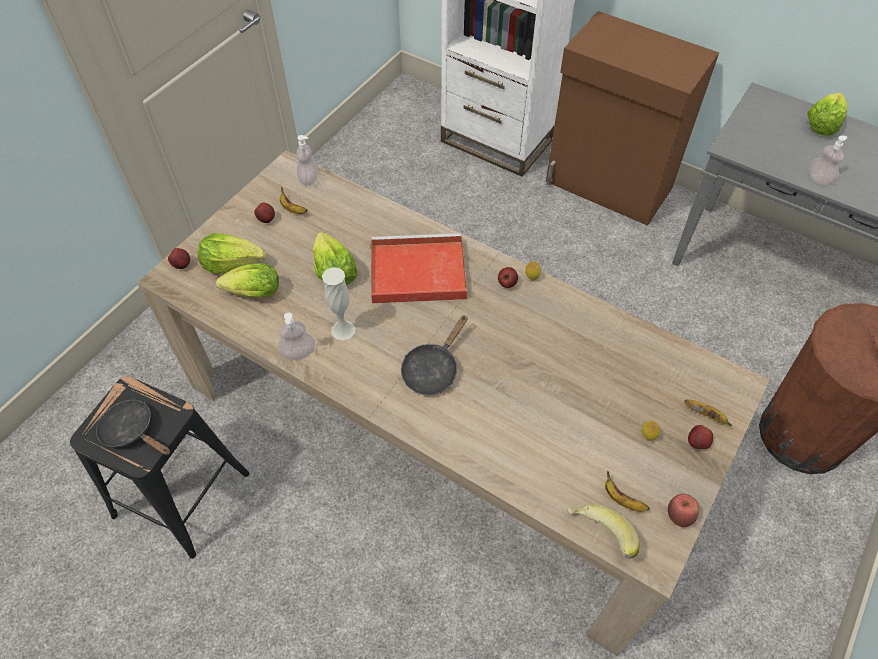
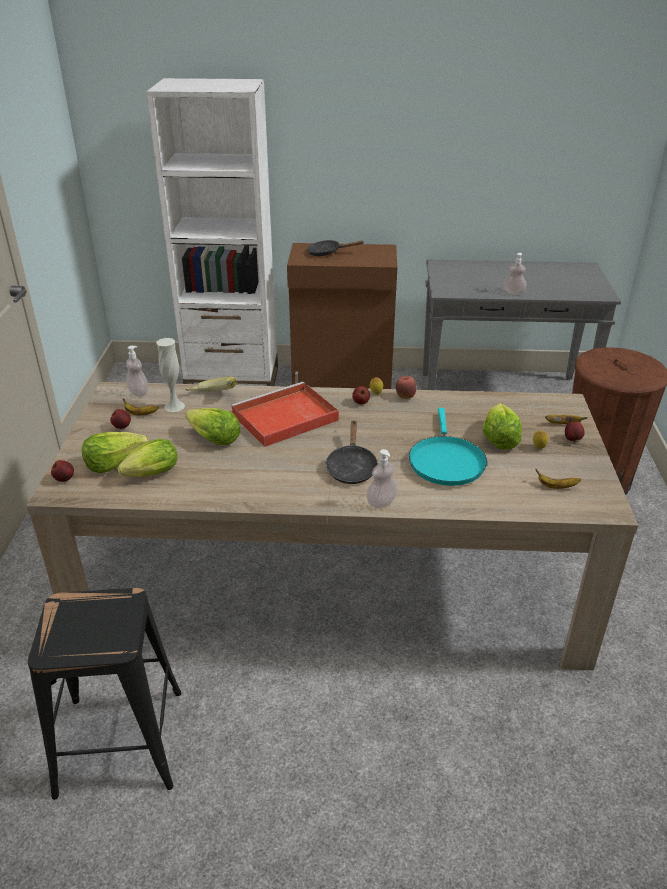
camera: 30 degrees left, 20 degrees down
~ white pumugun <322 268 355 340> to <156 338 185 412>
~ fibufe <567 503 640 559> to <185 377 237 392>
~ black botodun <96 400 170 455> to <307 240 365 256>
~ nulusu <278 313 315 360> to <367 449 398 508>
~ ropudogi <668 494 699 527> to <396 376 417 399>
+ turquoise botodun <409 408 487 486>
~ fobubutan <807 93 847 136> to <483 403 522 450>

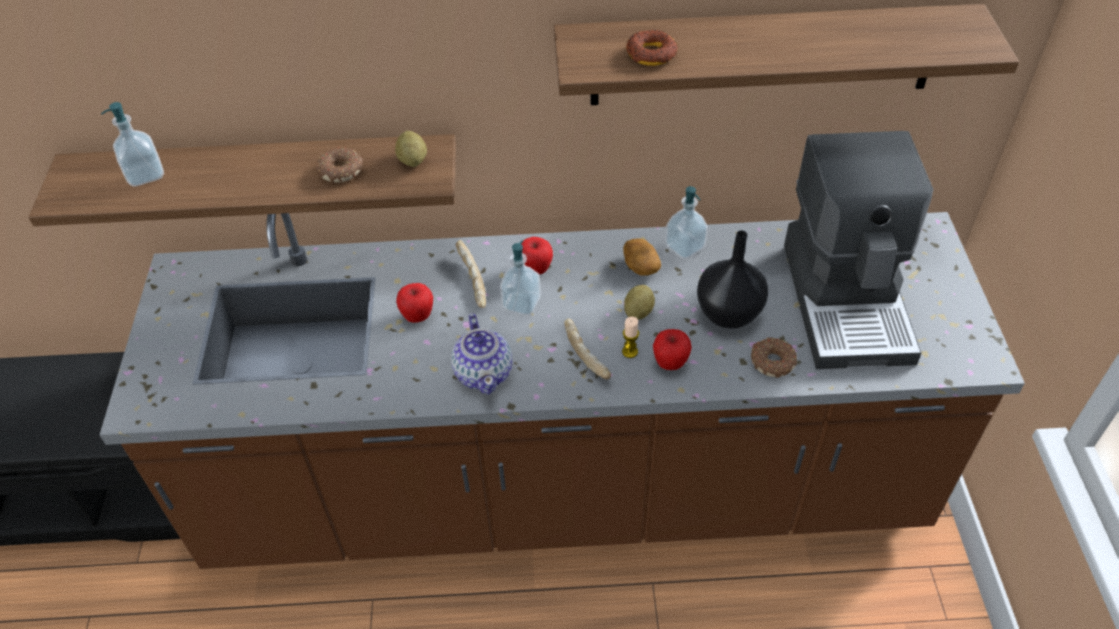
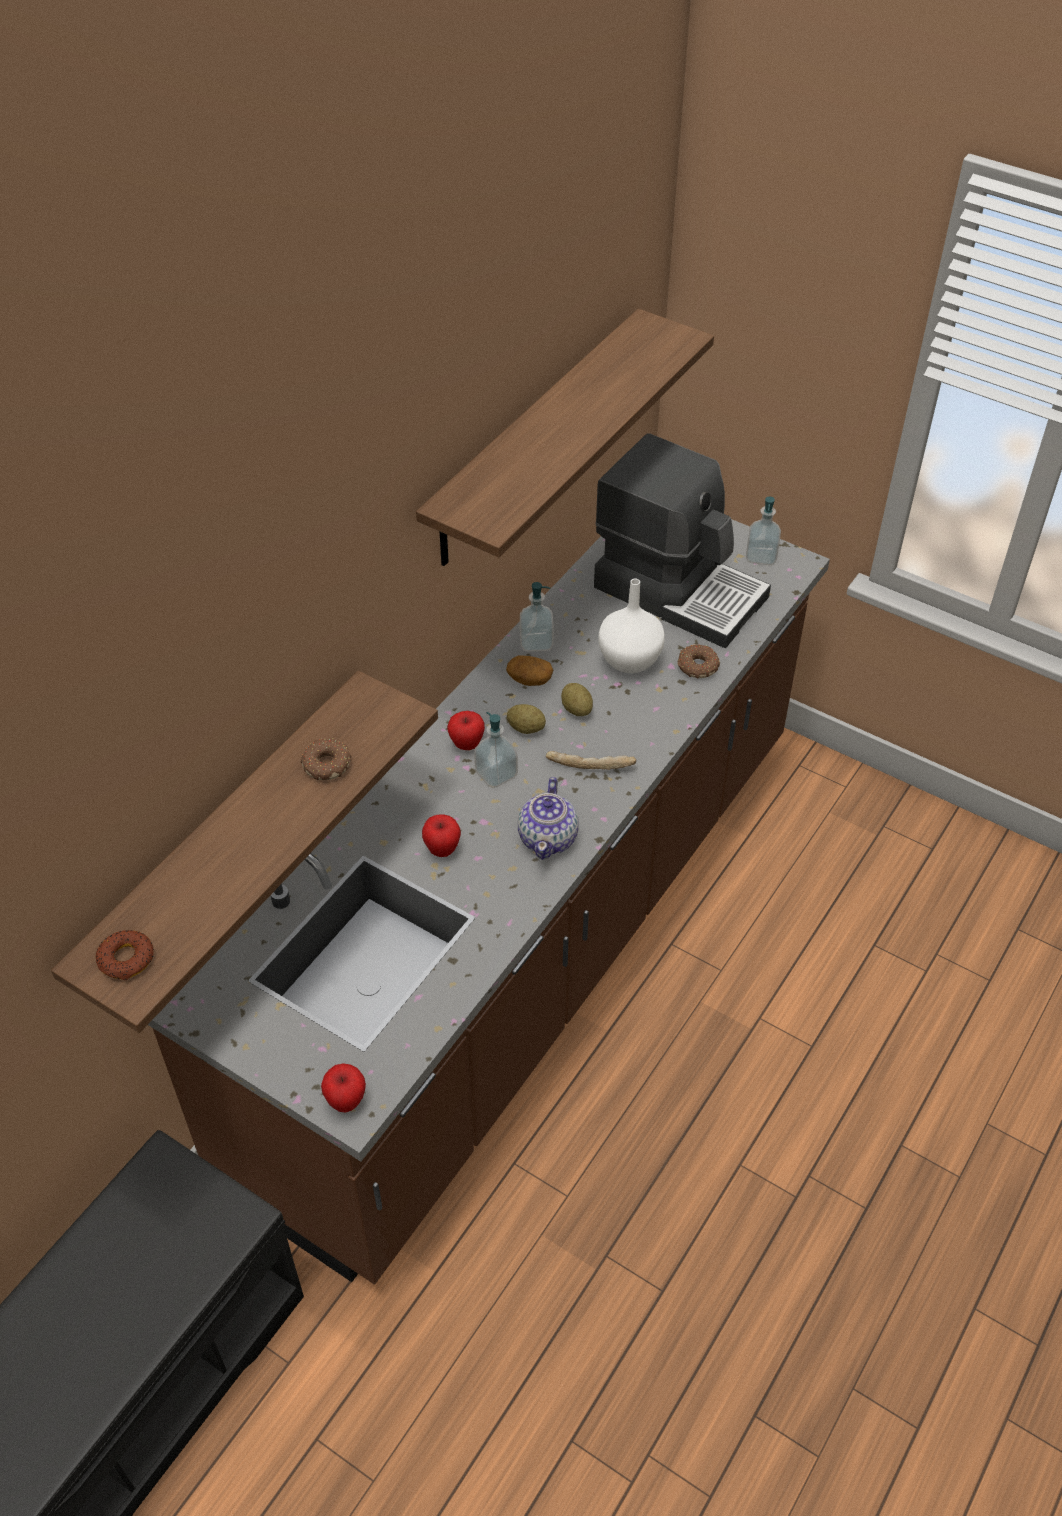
camera: 55 degrees left, 0 degrees up
~ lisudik <626 30 678 66> to <96 930 154 980>
~ ropudogi <653 329 692 370> to <321 1063 366 1113>
~ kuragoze <395 131 427 167> to <507 704 546 734>
~ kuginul <451 314 512 395> = <518 777 578 860> 75 degrees clockwise
~ black pumugun <697 230 768 329> to white pumugun <598 578 665 673>
~ nulusu <101 102 164 187> to <746 497 781 565>
- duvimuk <456 240 486 308>
- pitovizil <622 317 639 358>

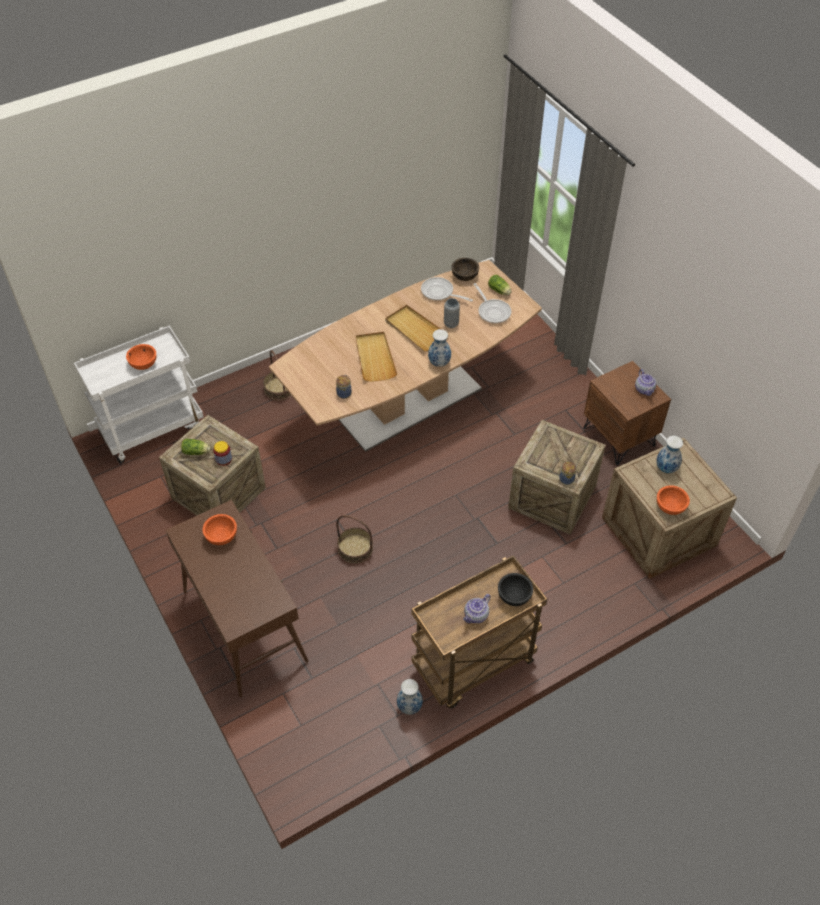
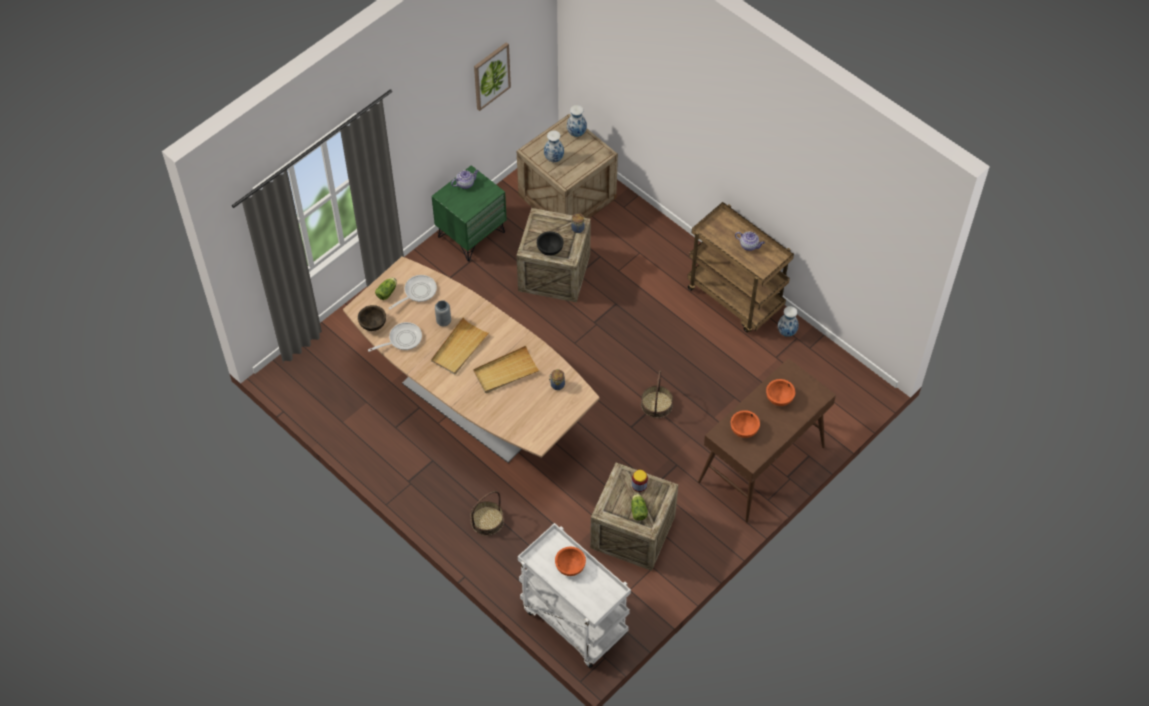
camera: 105 degrees left, 5 degrees up
~ botodun <421 277 473 302> = <368 322 422 352> 135 degrees counterclockwise
~ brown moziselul <583 361 671 465> to green moziselul <432 165 507 262>
+ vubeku <474 42 511 111>
~ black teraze <498 573 533 606> to <537 231 564 256>
~ pumugun <428 329 451 367> to <567 105 587 137>
~ orange teraze <657 485 690 515> to <766 379 795 406>

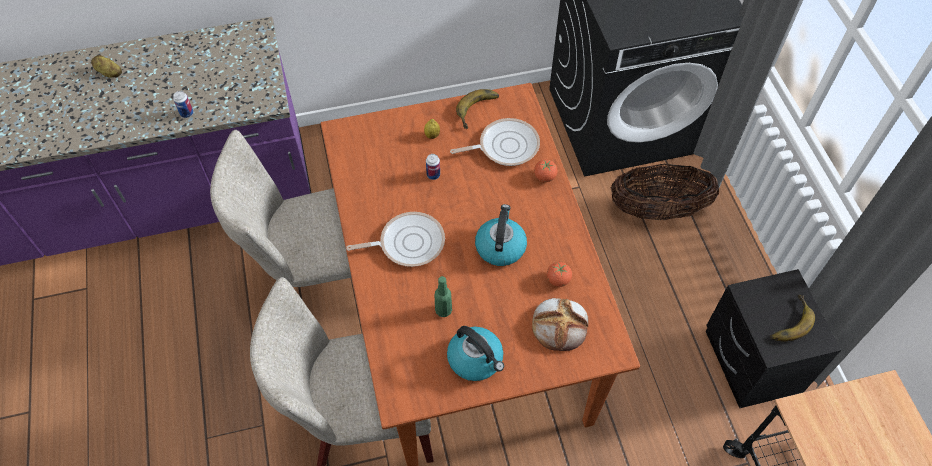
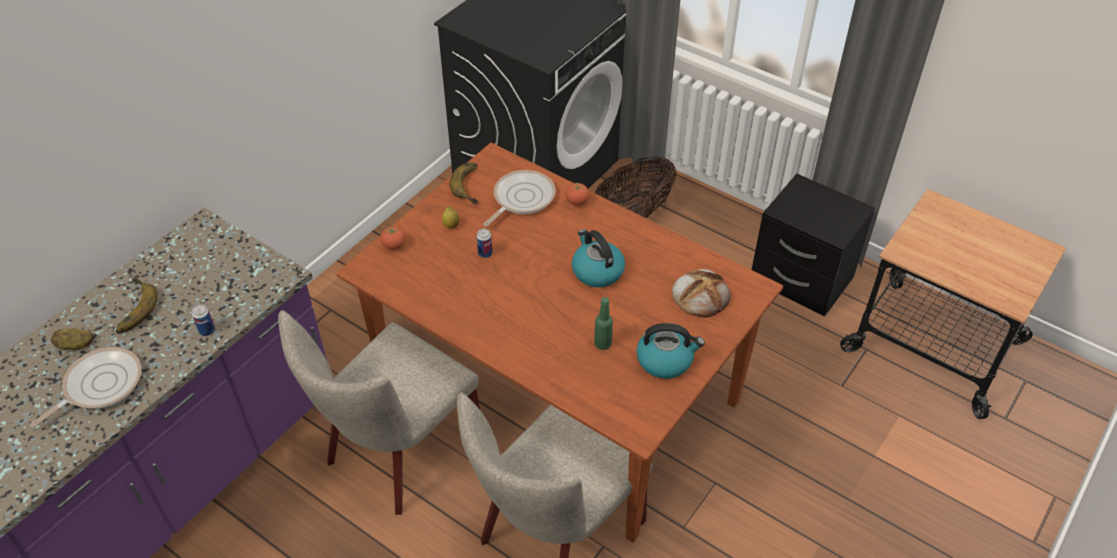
camera: 40 degrees left, 10 degrees down
~ botodun <346 212 445 267> to <31 347 142 427>
~ fibufe <770 295 815 341> to <115 277 158 334>
~ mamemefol <547 262 572 287> to <381 226 406 250>

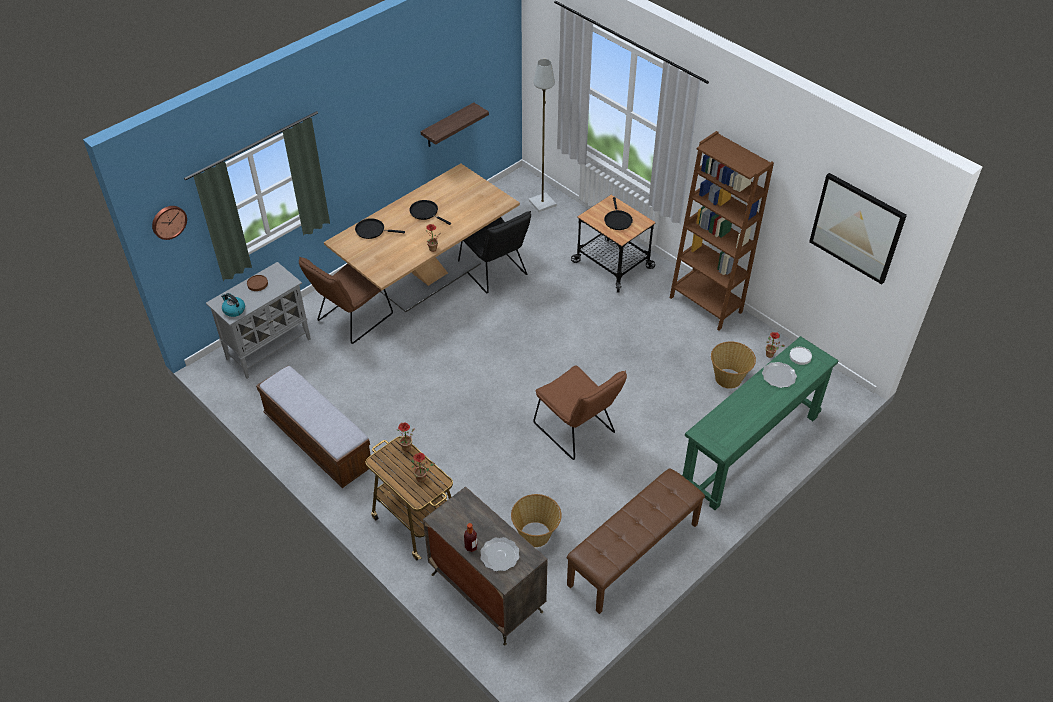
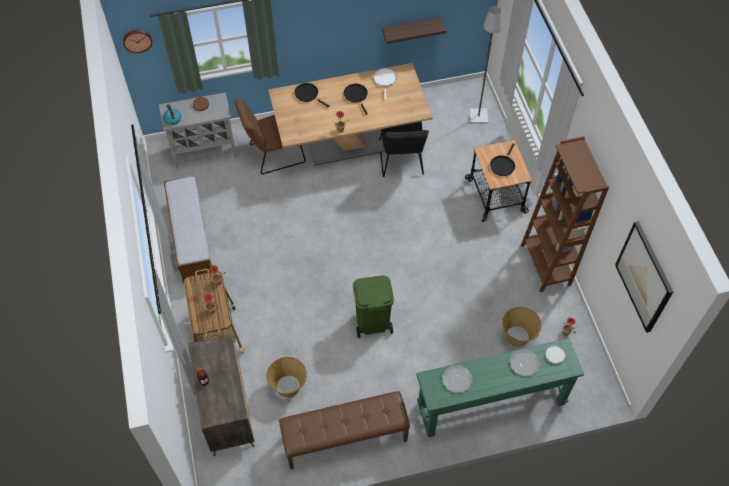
camera: 30 degrees right, 10 degrees up
~ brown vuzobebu <533 365 627 460> to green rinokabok <353 275 394 338>
+ white botodun <373 68 397 100>
~ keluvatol <480 537 520 571> to <442 365 473 393>

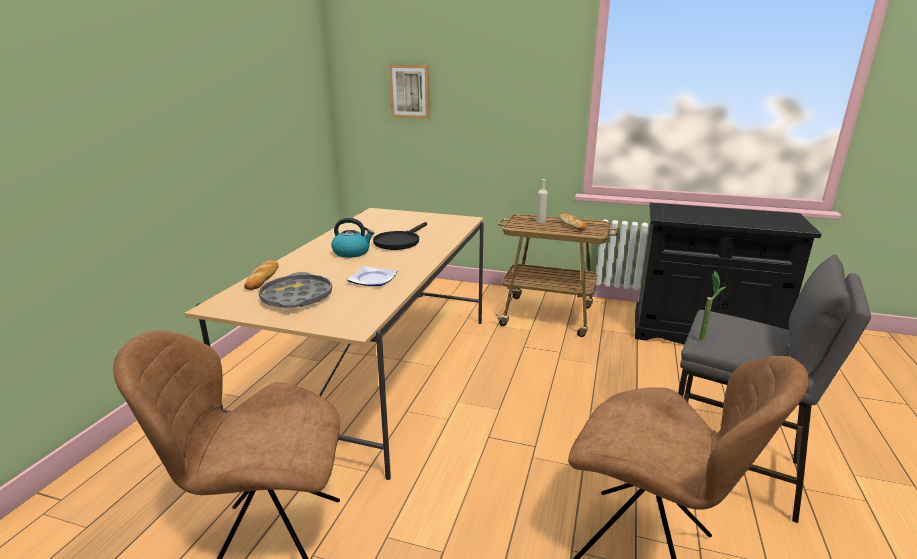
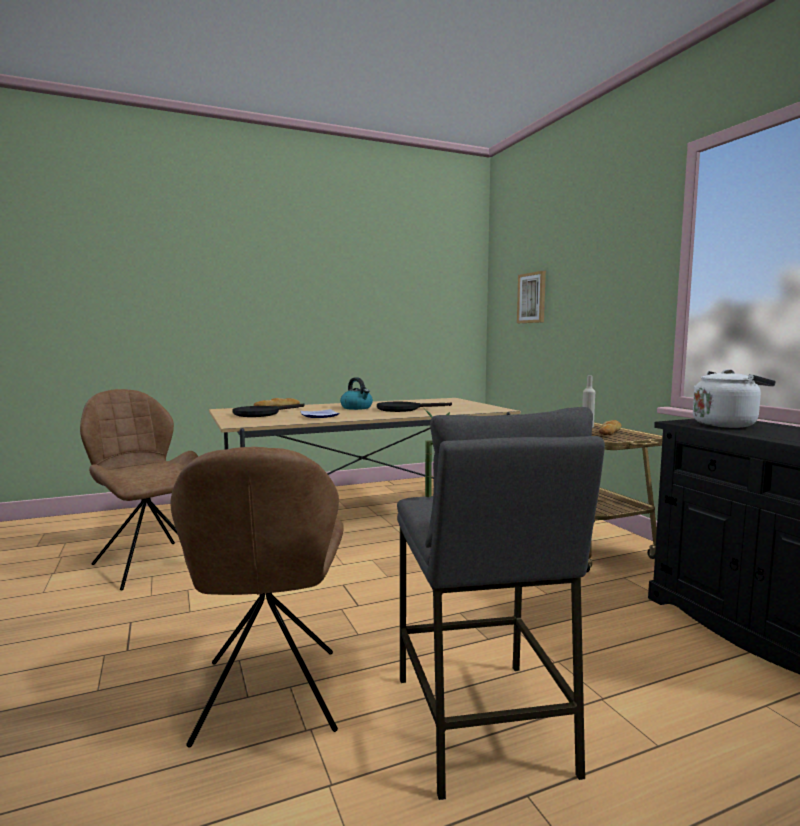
camera: 50 degrees right, 15 degrees down
~ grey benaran <258 272 332 308> to black botodun <232 403 304 417>
+ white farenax <693 369 776 428>

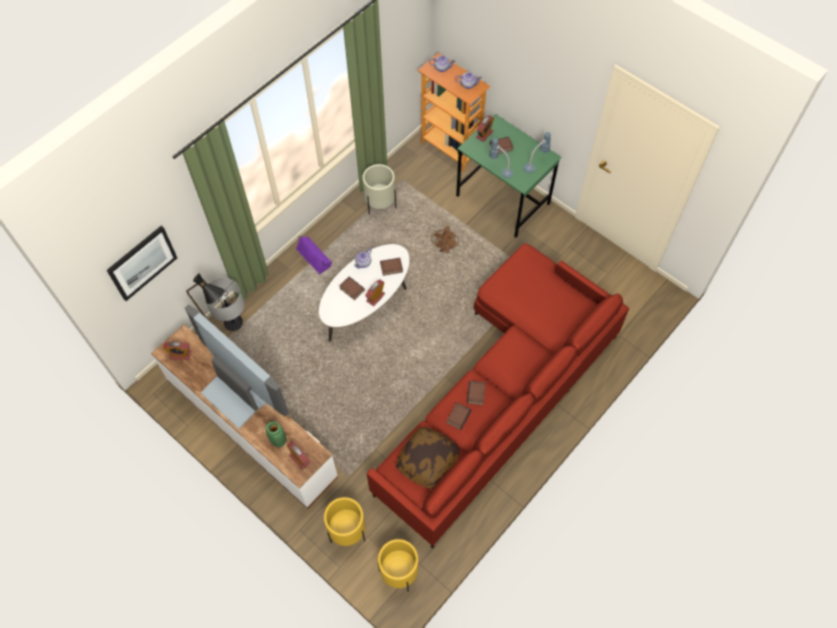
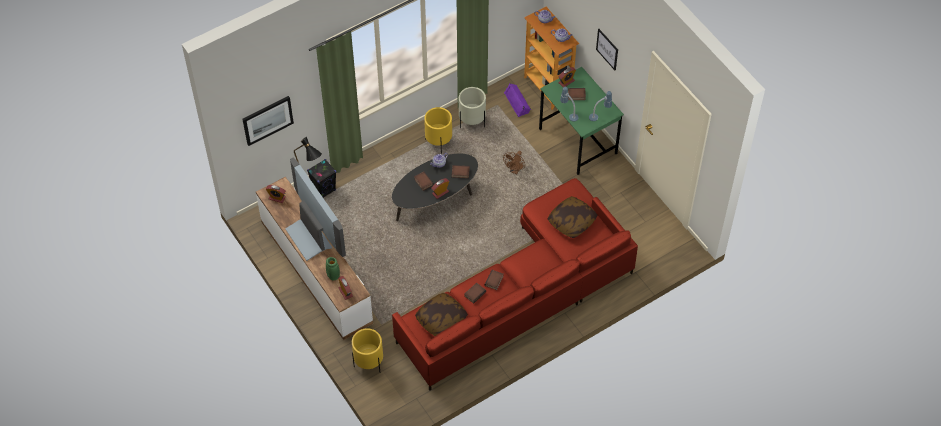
camera: 15 degrees right, 5 degrees down
~ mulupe <204 278 244 331> to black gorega <307 159 336 197>
~ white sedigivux <319 244 410 341> to black sedigivux <392 154 478 221>
~ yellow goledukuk <378 539 418 591> to <424 107 452 154>
~ purple gorega <296 237 332 274> to <504 83 531 117>
+ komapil <547 196 598 238>
+ vubeku <596 29 618 70>

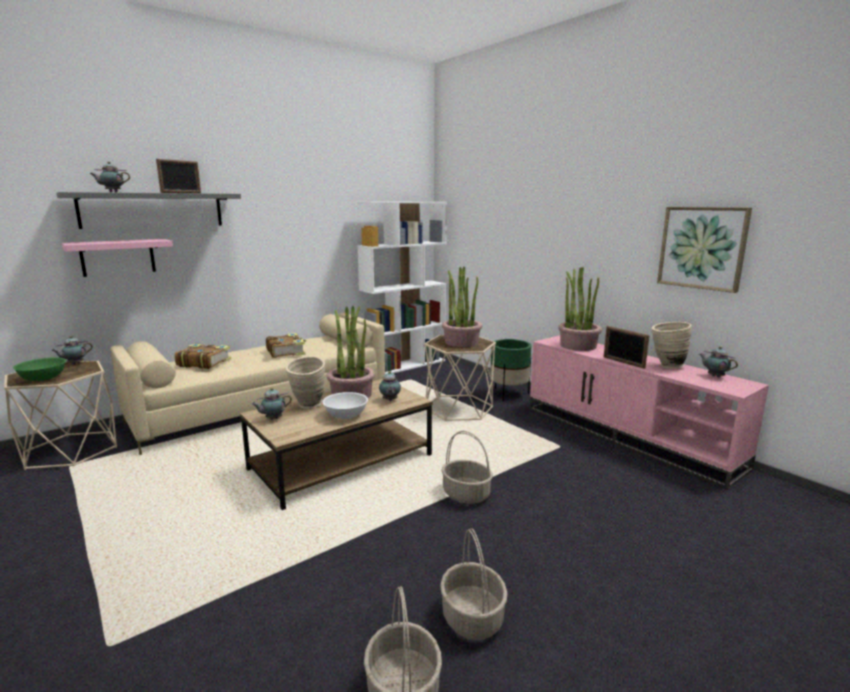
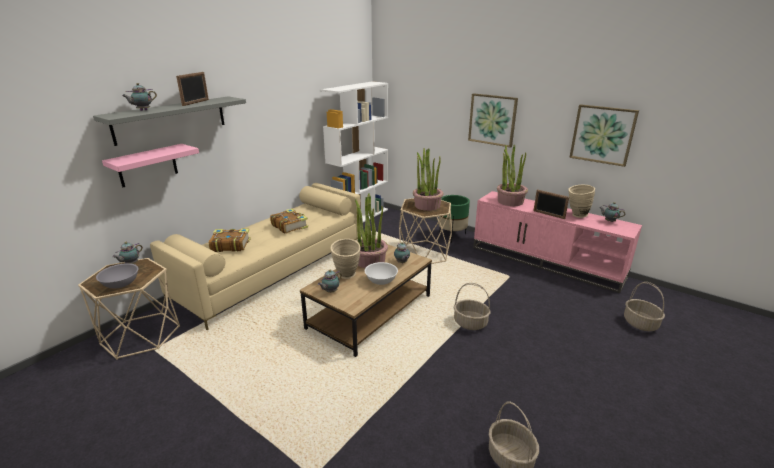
camera: 15 degrees left, 10 degrees up
~ green teraze <13 357 66 381> to grey teraze <96 263 139 289>
+ vubeku <468 93 518 148>
~ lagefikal <440 528 508 640> to <624 282 665 331>

